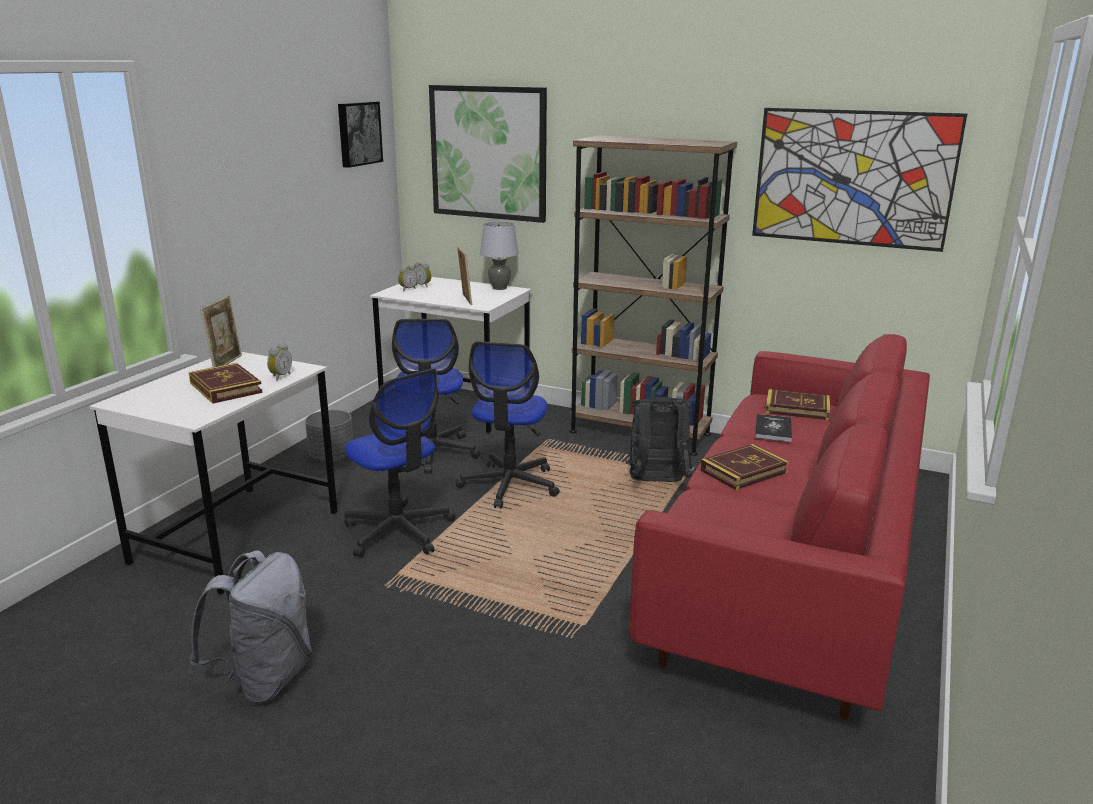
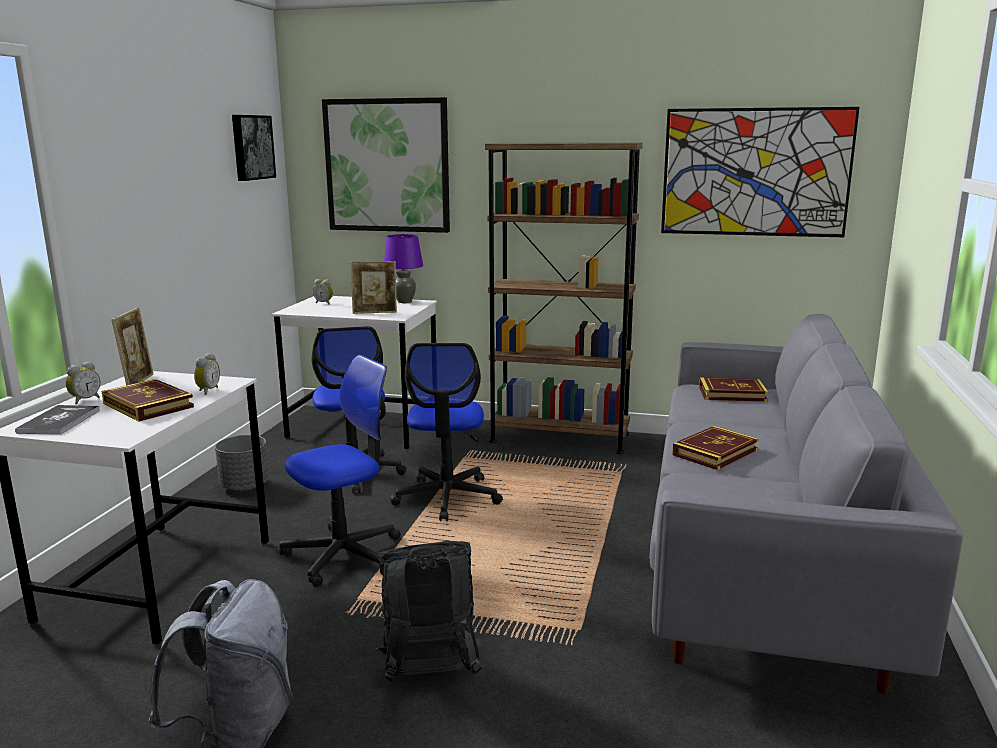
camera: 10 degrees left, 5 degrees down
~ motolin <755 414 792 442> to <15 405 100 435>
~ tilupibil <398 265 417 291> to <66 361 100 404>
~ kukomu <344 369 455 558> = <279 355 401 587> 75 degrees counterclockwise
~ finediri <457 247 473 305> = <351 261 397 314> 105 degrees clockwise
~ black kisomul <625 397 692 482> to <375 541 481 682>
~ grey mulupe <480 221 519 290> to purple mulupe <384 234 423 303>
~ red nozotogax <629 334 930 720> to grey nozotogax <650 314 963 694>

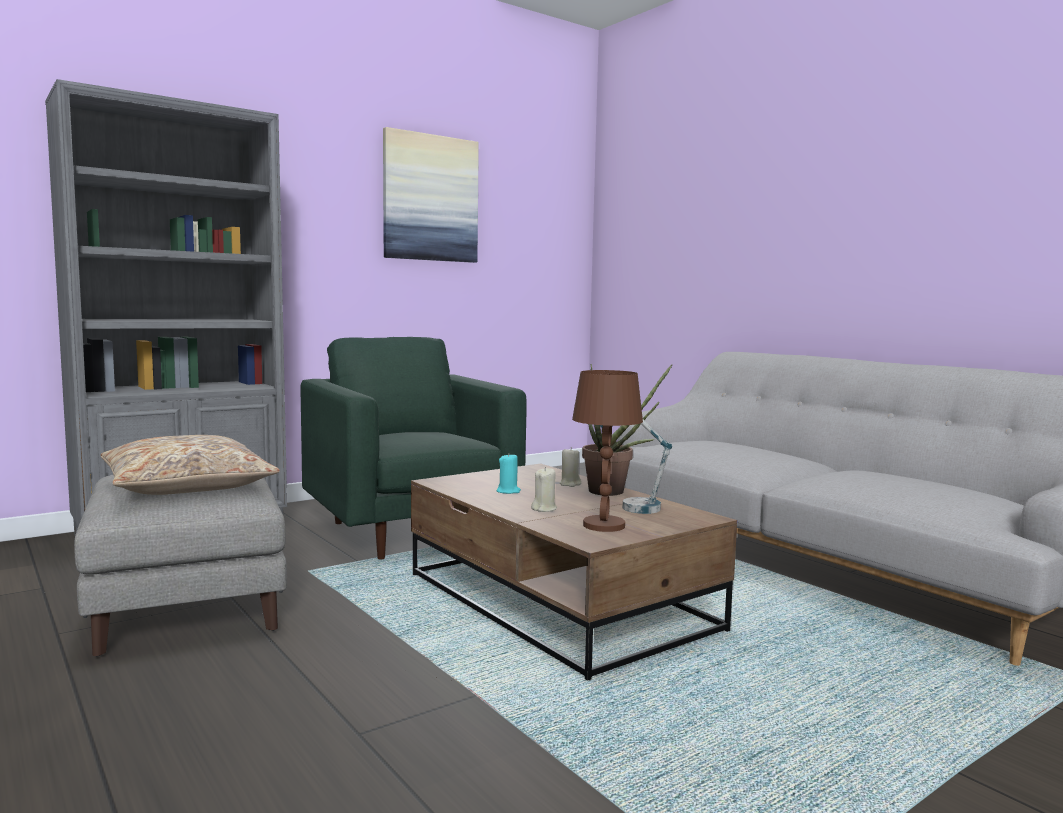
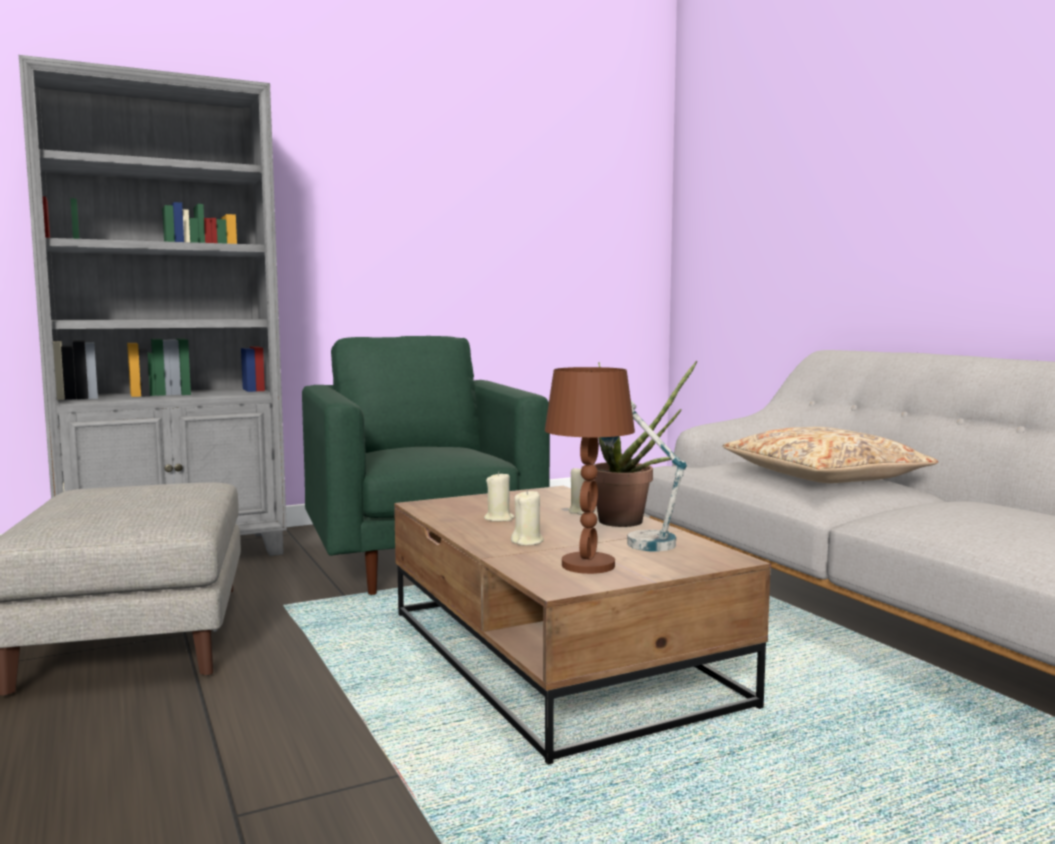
camera: 10 degrees right, 0 degrees up
~ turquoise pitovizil <497 454 521 494> to beige pitovizil <484 472 515 521>
~ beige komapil <100 435 280 495> to <722 427 938 483>
- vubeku <383 127 479 263>

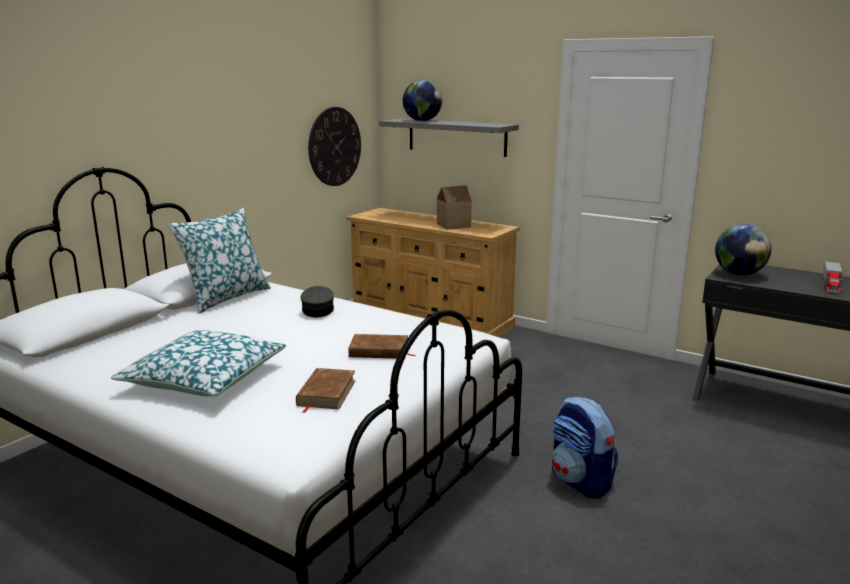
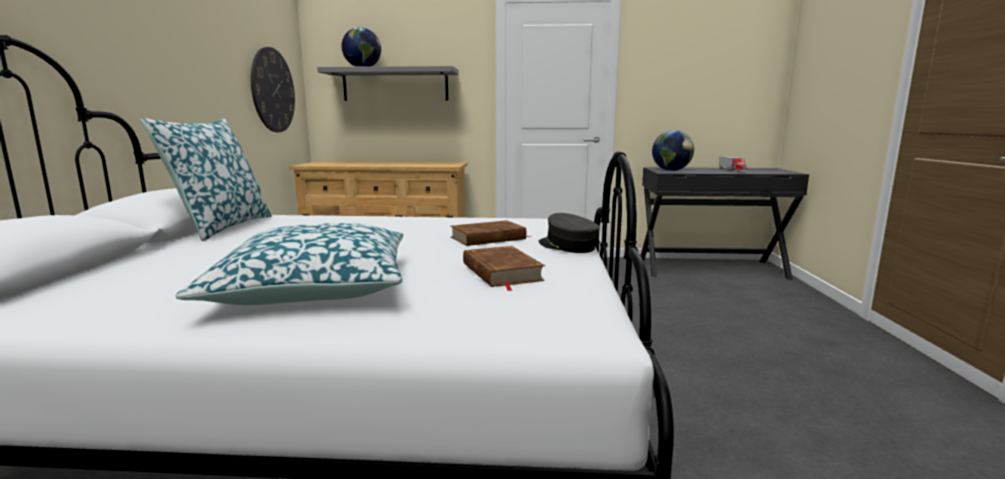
camera: 30 degrees left, 5 degrees down
~ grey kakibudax <301 286 334 317> to <539 213 600 253>
- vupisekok <437 185 472 230>
- kisomul <552 397 618 499>

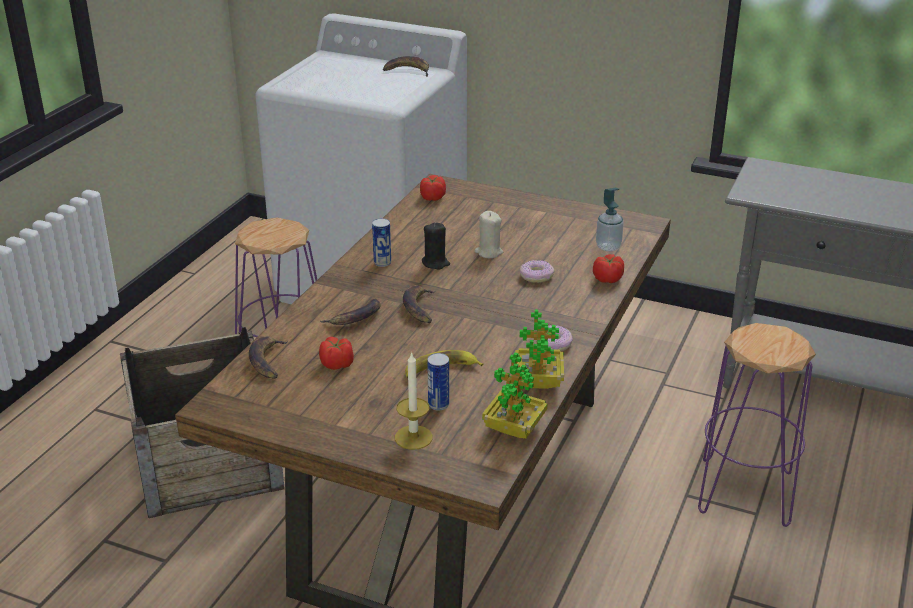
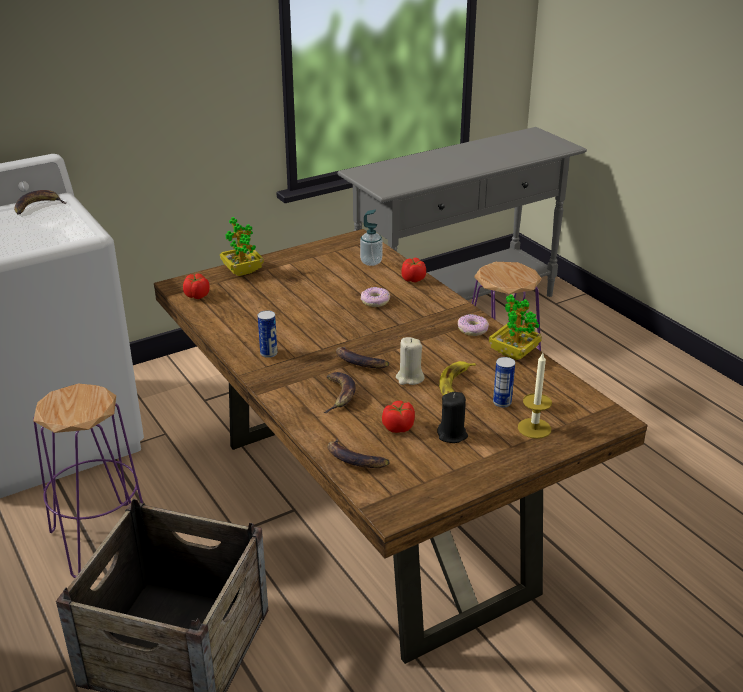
camera: 55 degrees left, 0 degrees up
~ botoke <482 353 547 438> to <220 217 264 276>
~ beige pitovizil <474 211 503 258> to <396 337 425 385>
~ black pitovizil <422 223 450 270> to <437 392 468 443>

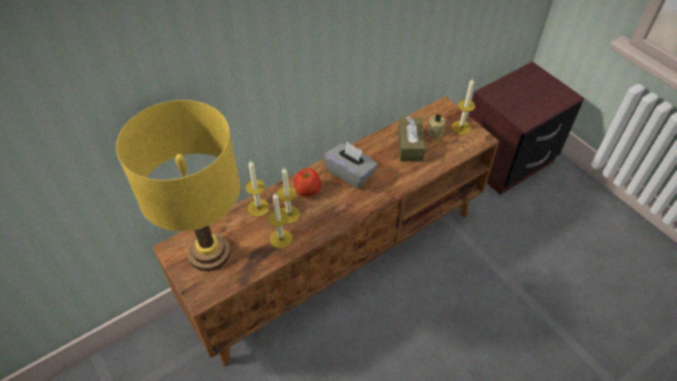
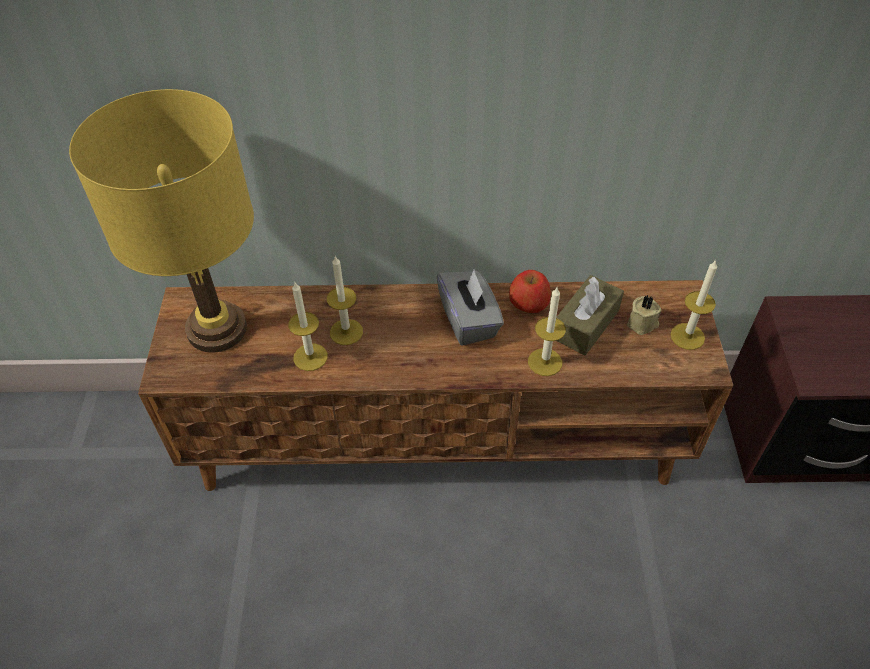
camera: 35 degrees right, 0 degrees up
~ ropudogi <294 168 321 196> to <509 270 551 313>
~ pitovizil <245 160 270 217> to <528 287 566 376>

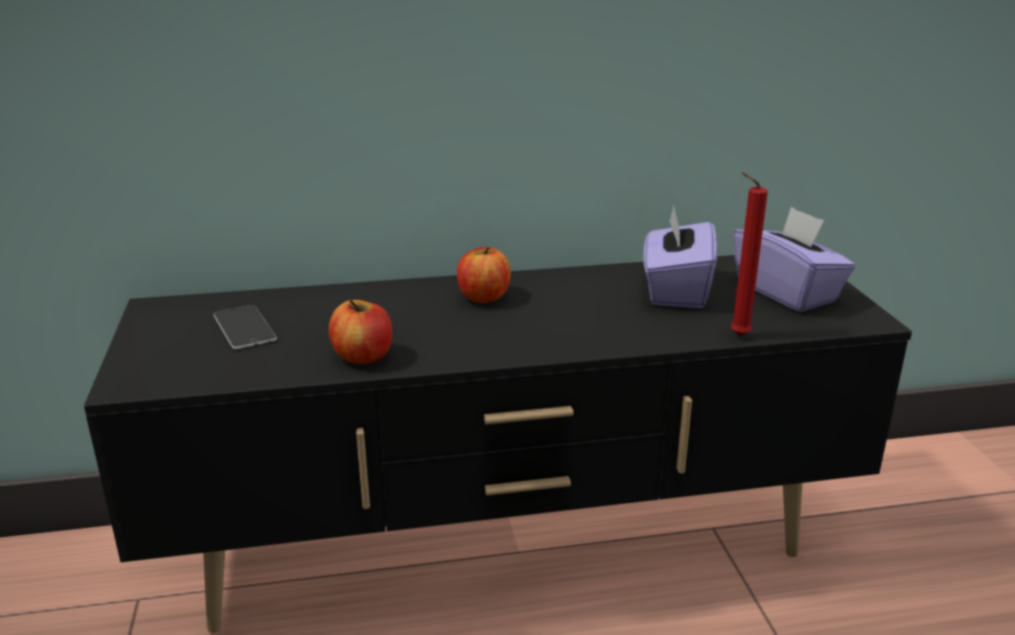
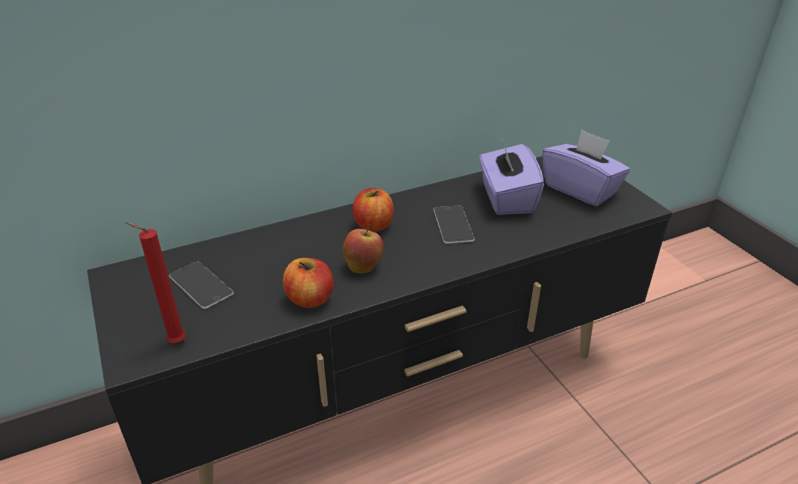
camera: 15 degrees left, 10 degrees up
~ red pitovizil <731 172 768 336> to <125 222 186 343>
+ ropudogi <343 224 383 273>
+ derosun <433 206 475 244>

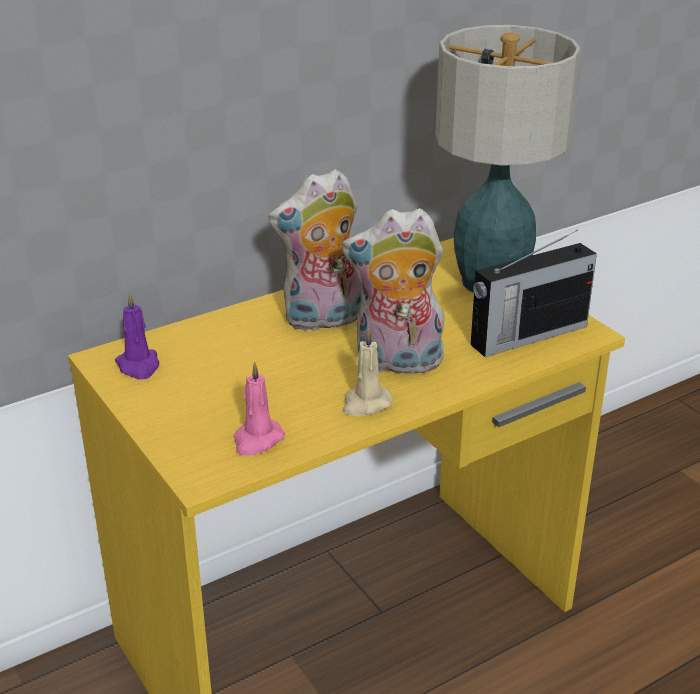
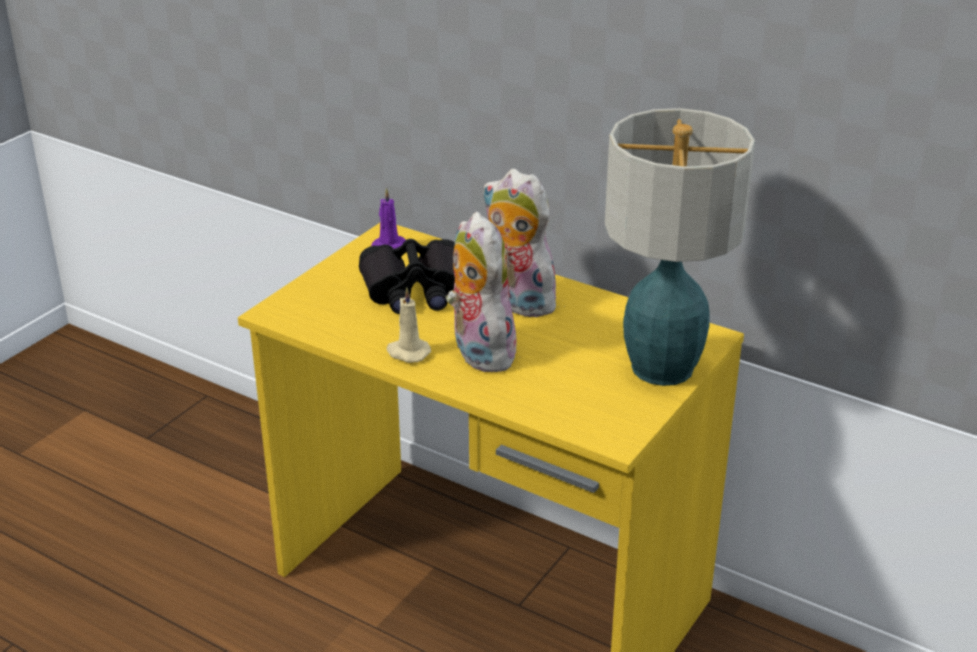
camera: 65 degrees right, 0 degrees up
+ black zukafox <359 239 455 314>
- pink pitovizil <234 362 285 456>
- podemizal <471 230 597 357>

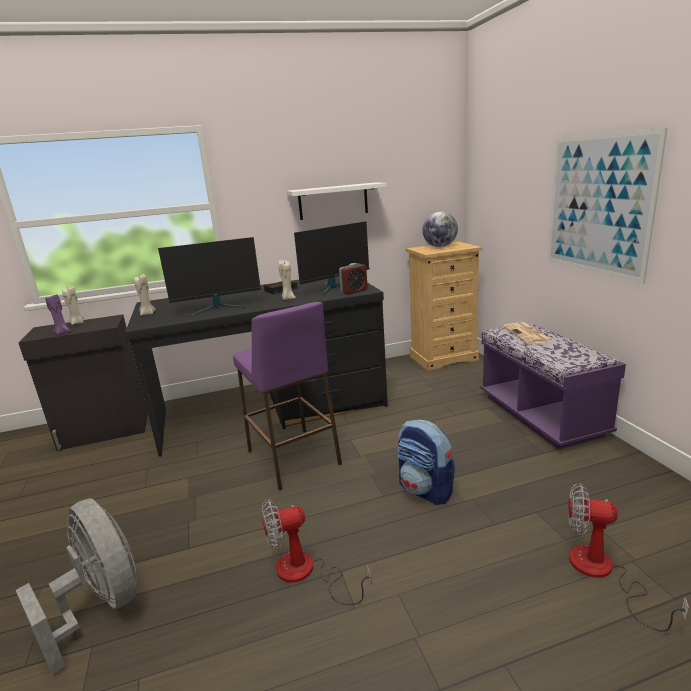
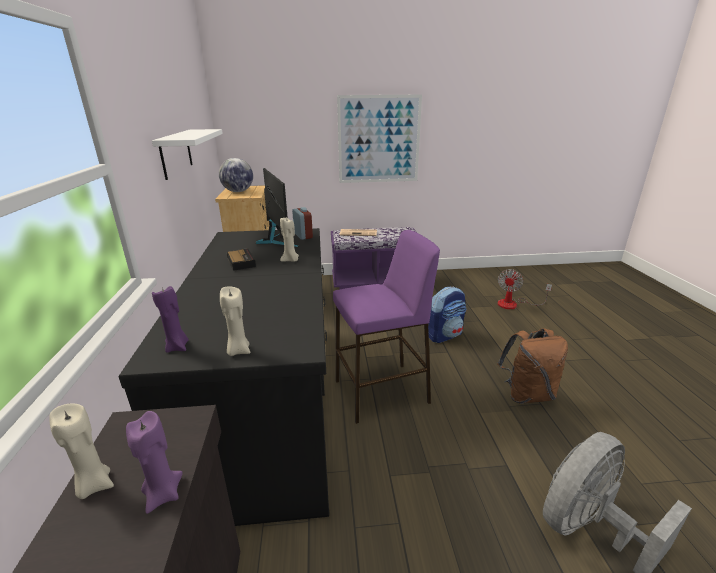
camera: 80 degrees left, 5 degrees up
+ purple pitovizil <152 286 189 353>
~ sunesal <261 499 372 605> to brown kisomul <497 328 568 404>
- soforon <158 237 261 316>

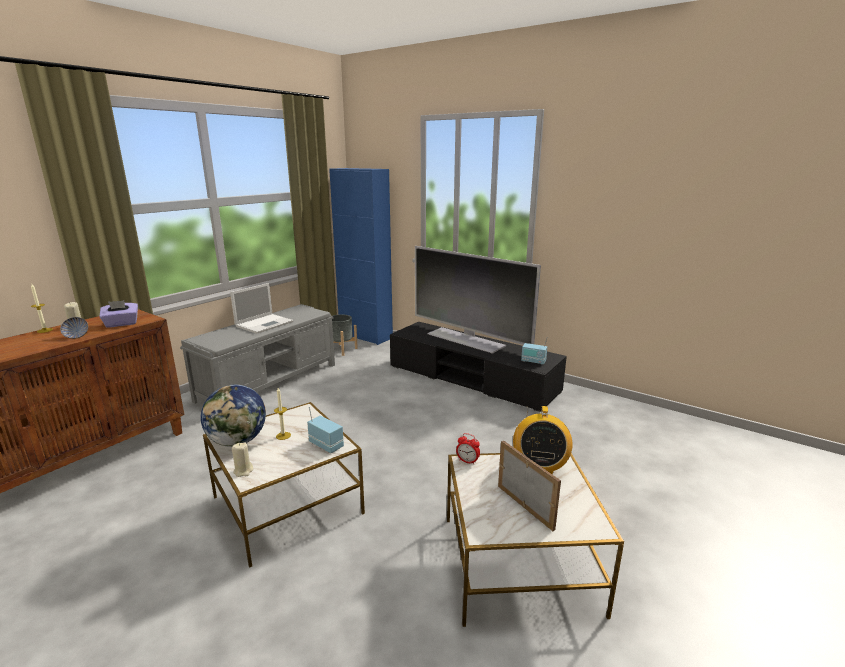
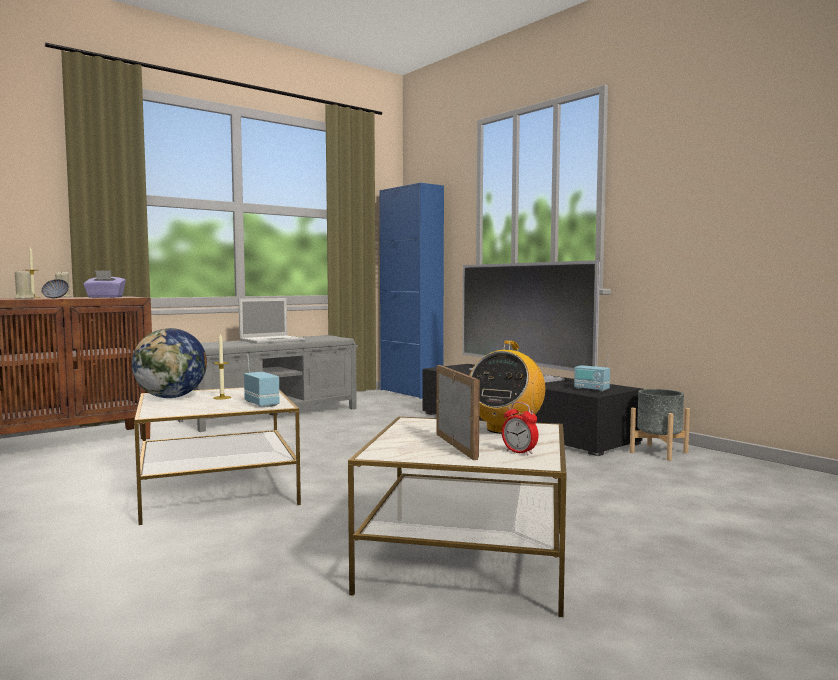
camera: 15 degrees right, 15 degrees down
~ beige pitovizil <232 443 253 477> to <14 269 34 299>
~ tilupibil <456 433 480 465> to <502 402 539 455>
~ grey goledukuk <332 314 358 356> to <630 389 690 461>

